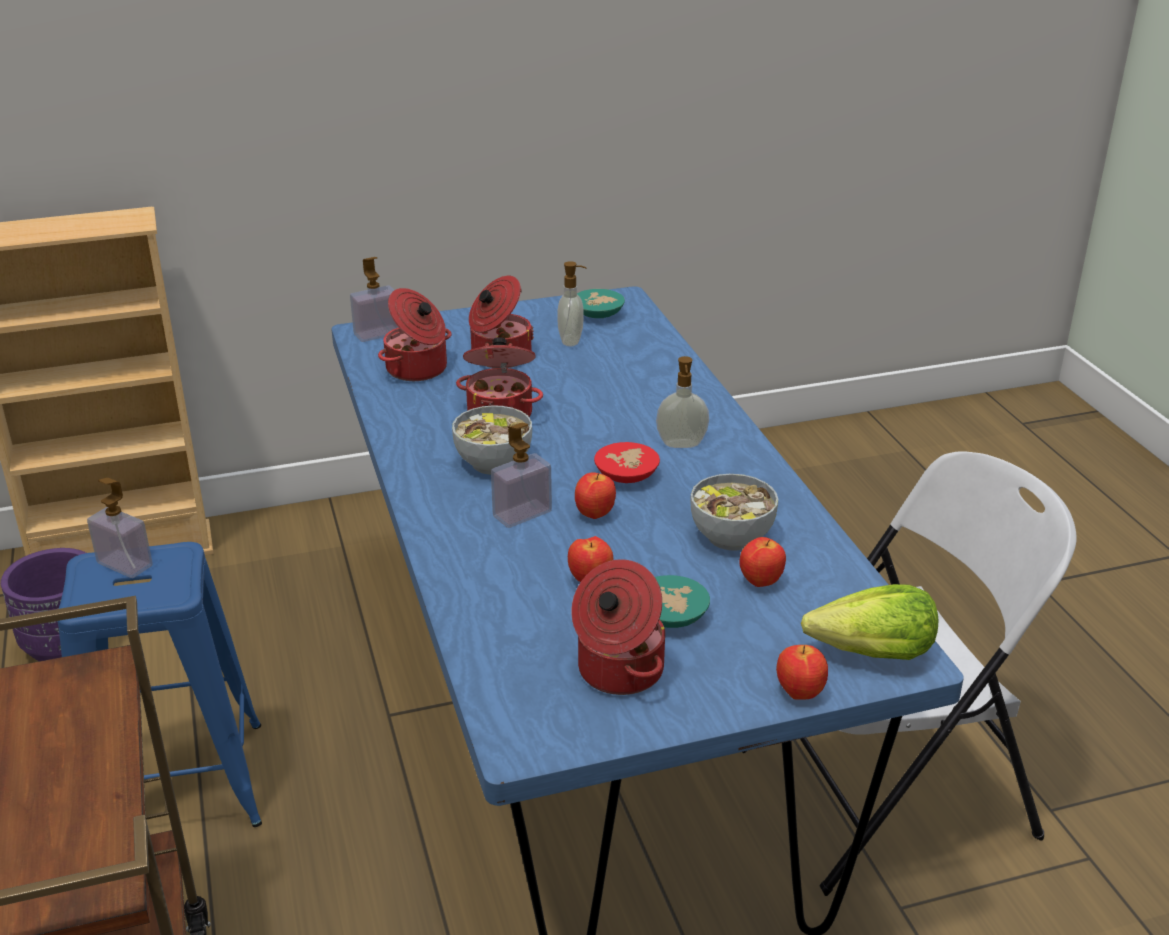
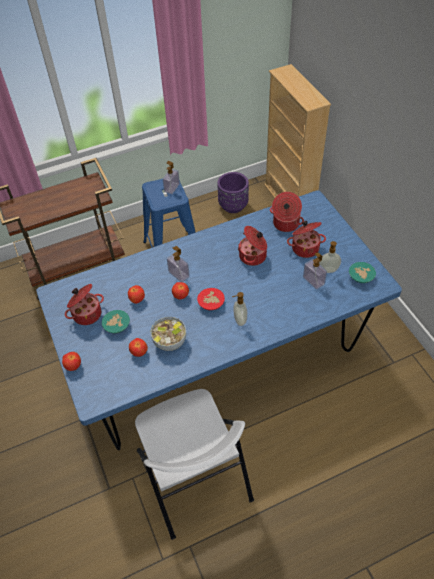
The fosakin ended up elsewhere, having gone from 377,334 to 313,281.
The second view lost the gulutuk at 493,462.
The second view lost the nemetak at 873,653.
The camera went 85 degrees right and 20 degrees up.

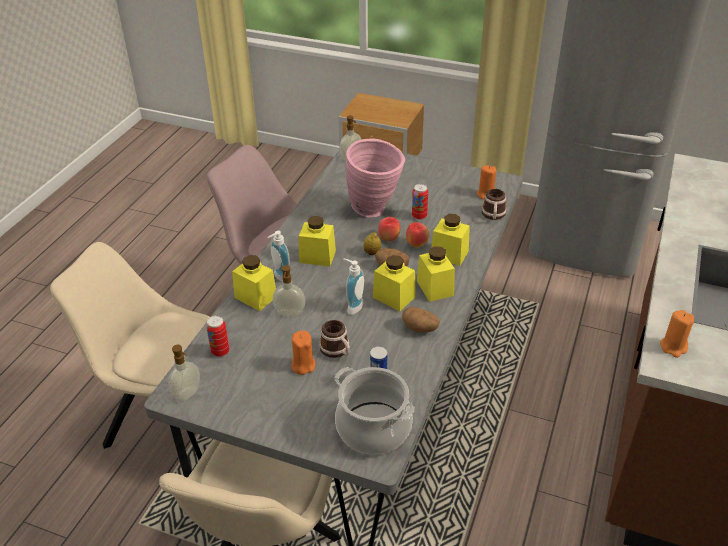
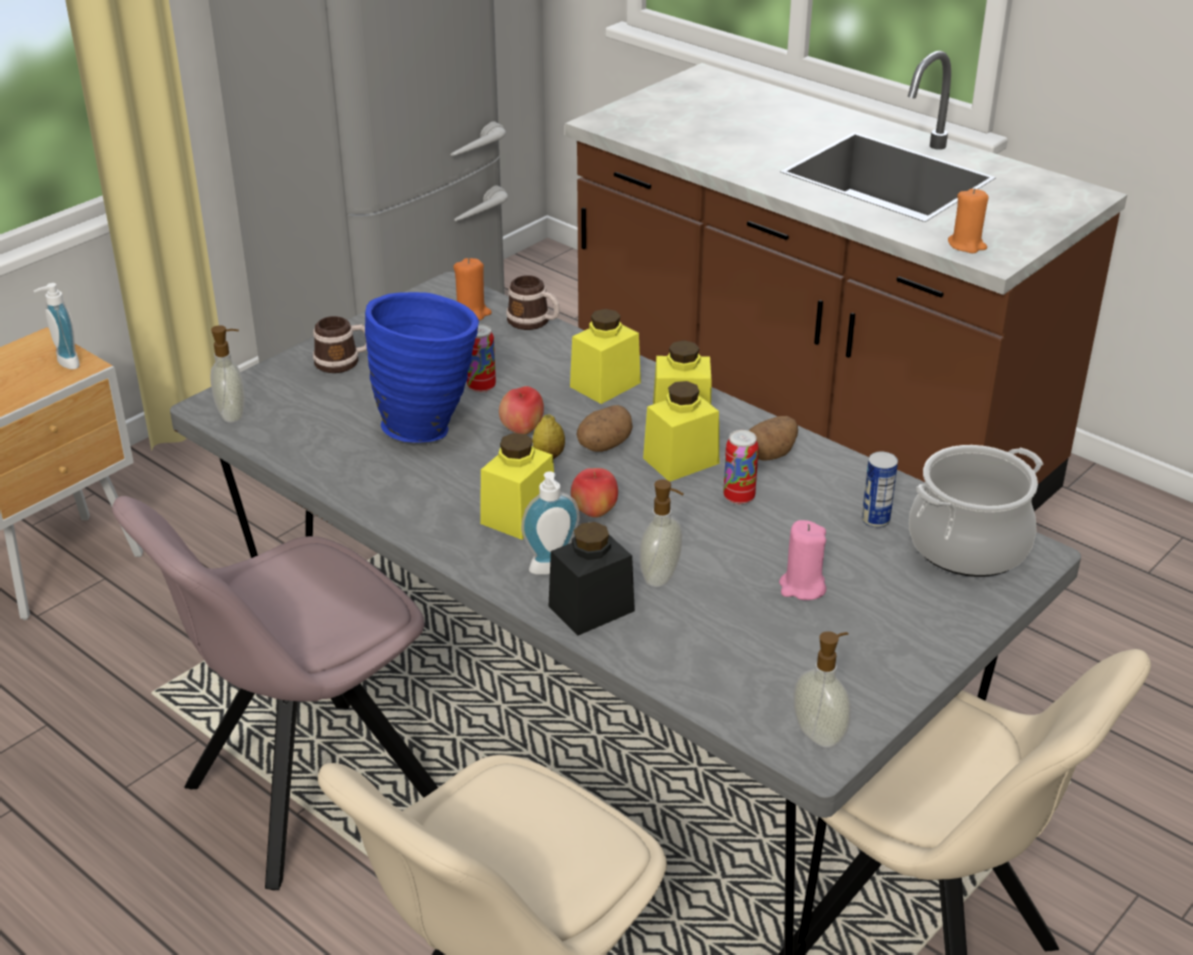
The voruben ended up elsewhere, having gone from 220,351 to 739,497.
What was the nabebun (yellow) at 255,297 turned into the nabebun (black) at 591,608.
What was the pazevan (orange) at 303,365 turned into the pazevan (pink) at 802,587.
The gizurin ended up elsewhere, having gone from 337,350 to 343,361.
The fosakin ended up elsewhere, having gone from 353,306 to 64,363.
What was the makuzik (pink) at 375,211 turned into the makuzik (blue) at 429,425.
The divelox ended up elsewhere, having gone from 416,245 to 594,512.
The camera went 70 degrees left and 5 degrees down.

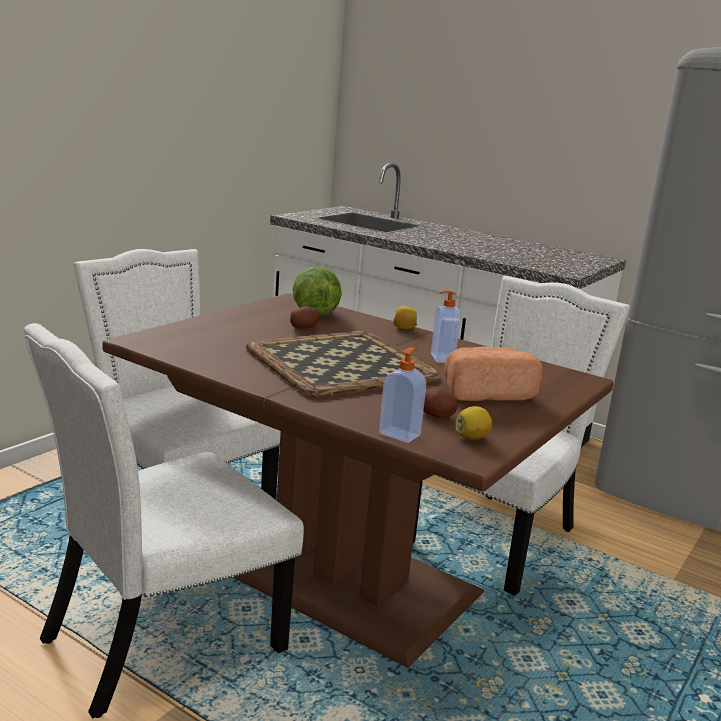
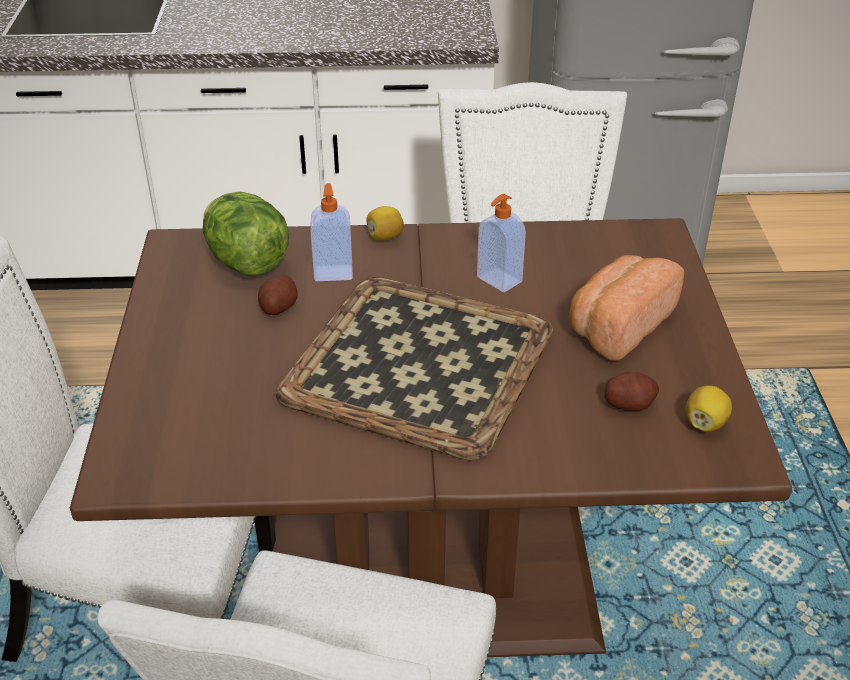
The fosakin ended up elsewhere, having gone from 400,434 to 333,272.
The camera went 35 degrees left and 20 degrees up.

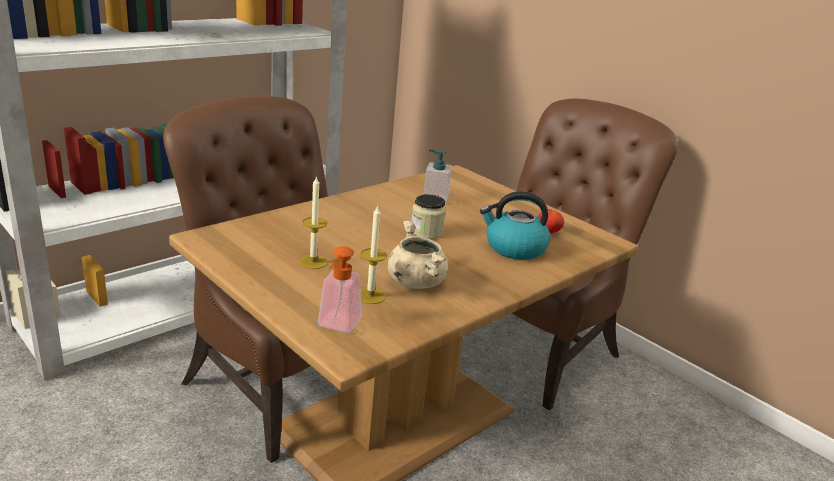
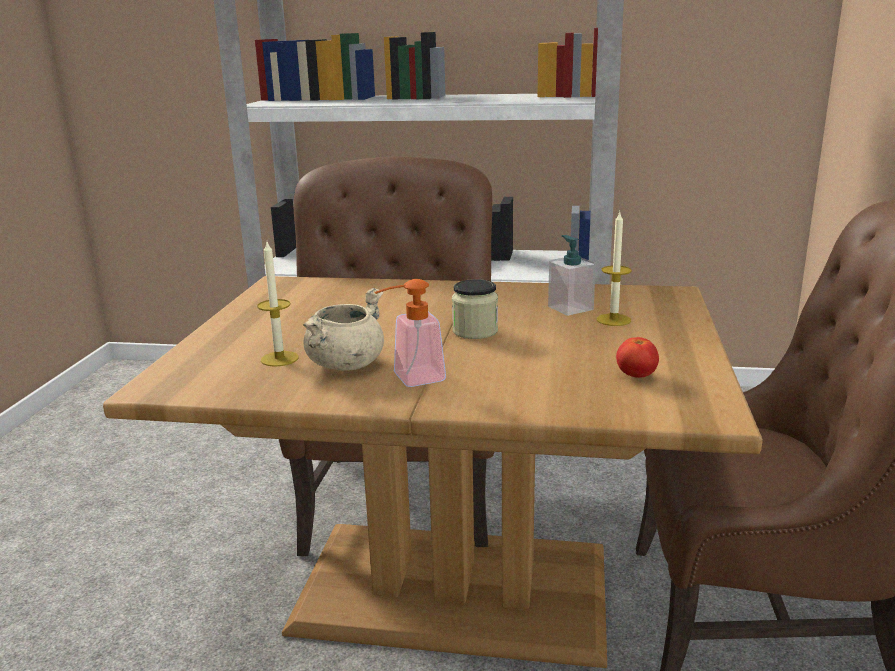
The pazevan ended up elsewhere, having gone from 313,262 to 613,320.
The fosakin ended up elsewhere, having gone from 336,326 to 410,379.
The second view lost the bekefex at 514,248.
The camera went 55 degrees right and 5 degrees down.

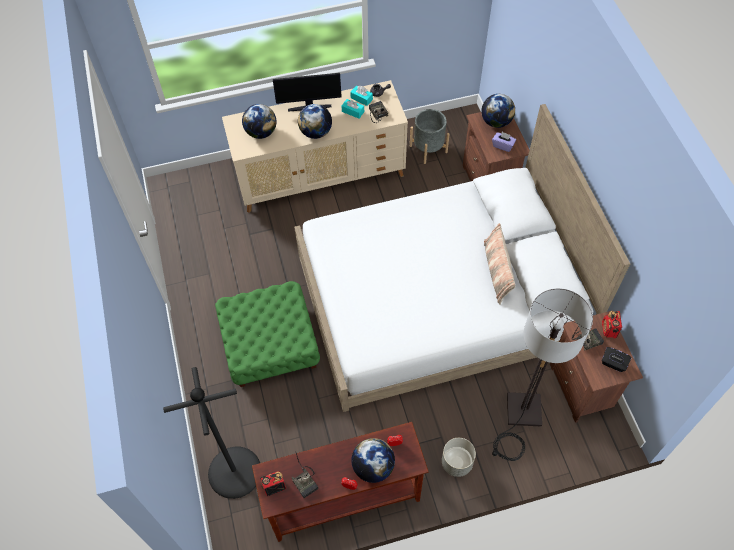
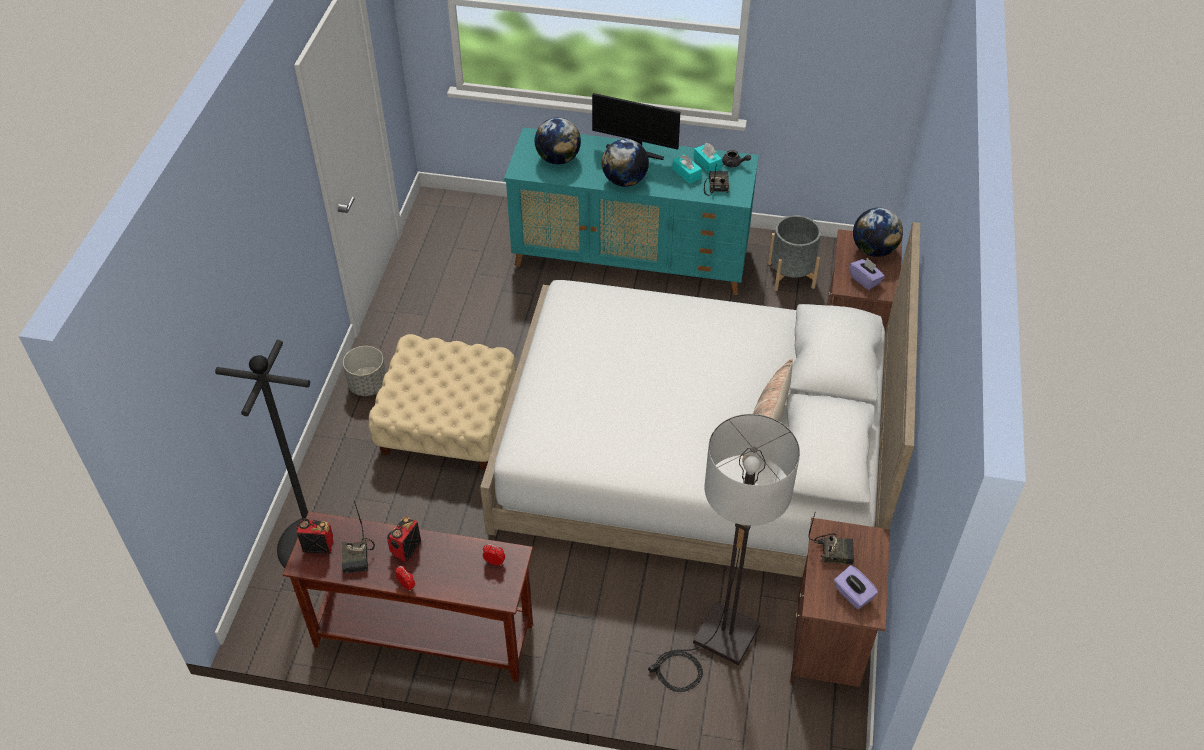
What was the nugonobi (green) at 270,344 turned into the nugonobi (beige) at 448,421.
What was the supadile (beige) at 320,175 turned into the supadile (turquoise) at 630,256.
The second view lost the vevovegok at 373,467.
The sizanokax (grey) ended up elsewhere, having gone from 457,463 to 368,385.
The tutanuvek ended up elsewhere, having gone from 609,330 to 405,548.
What was the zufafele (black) at 613,363 turned into the zufafele (purple) at 853,595.
The camera went 25 degrees right and 10 degrees down.

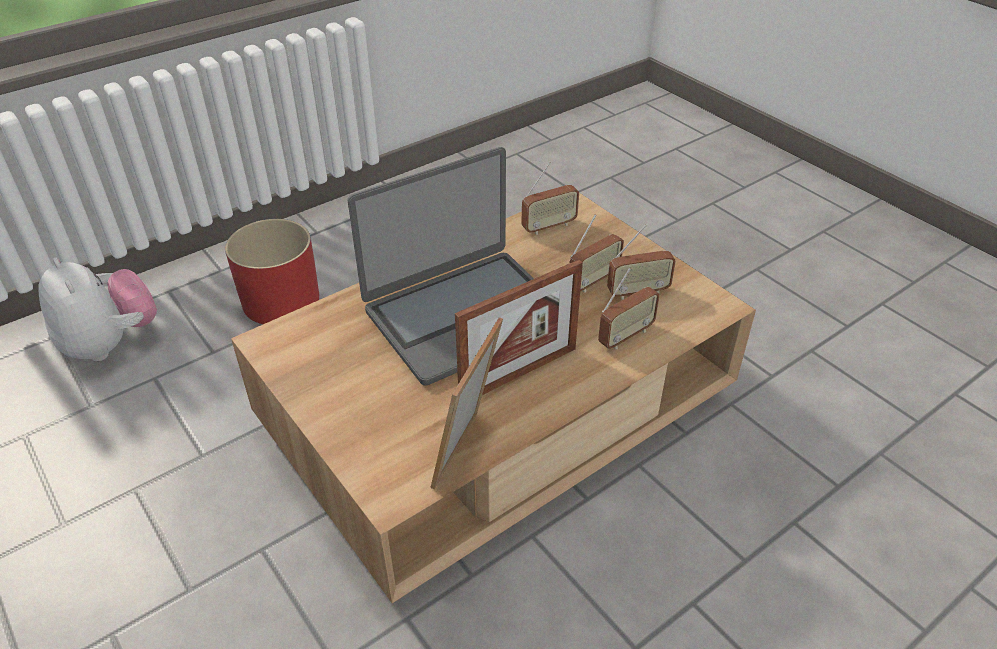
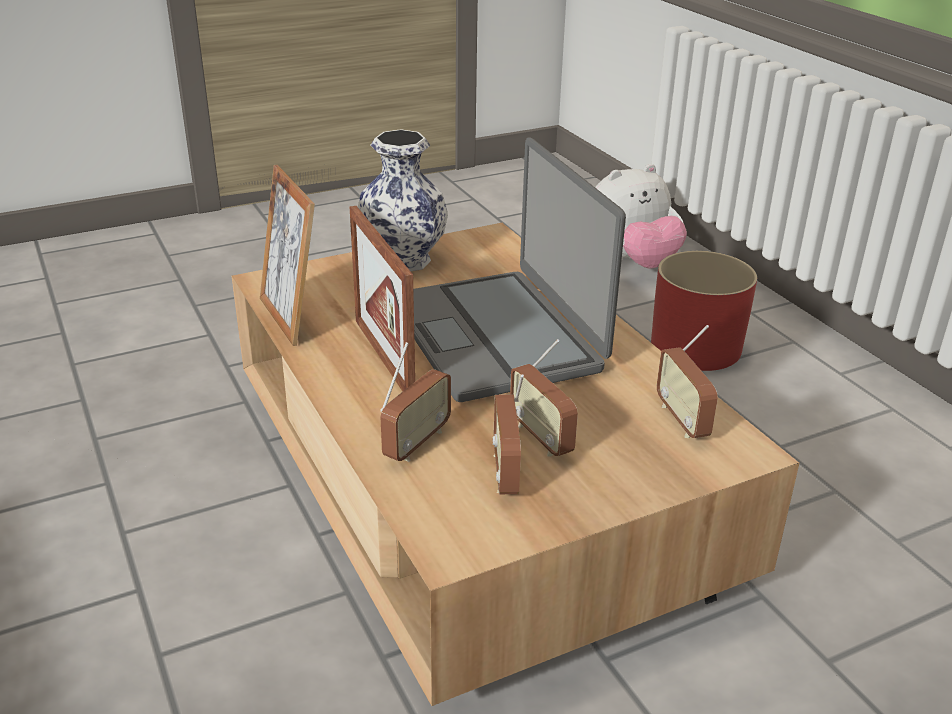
The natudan at 467,453 ended up facing another way, 150 degrees counterclockwise from before.
The tutanuvek at 625,336 ended up facing another way, 120 degrees counterclockwise from before.
The second view gained the makuzik at 402,261.
The camera went 100 degrees right and 10 degrees down.

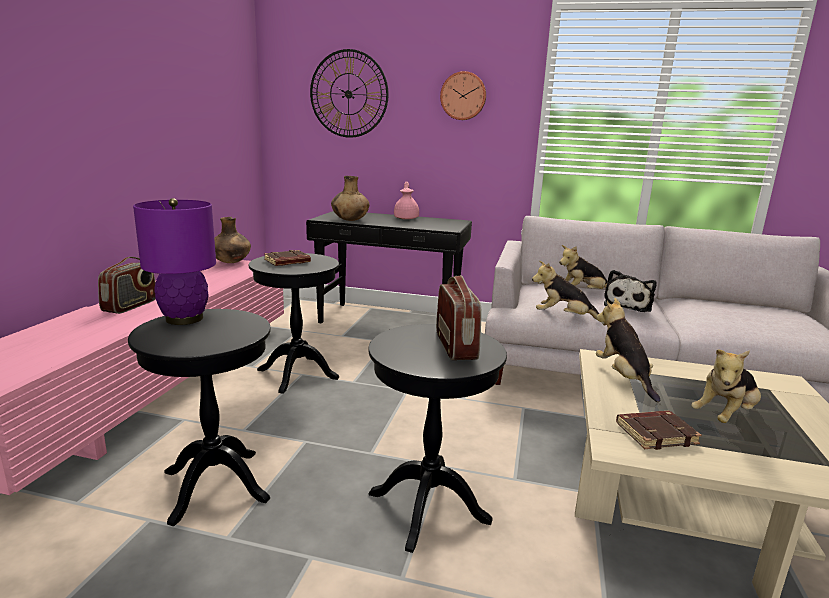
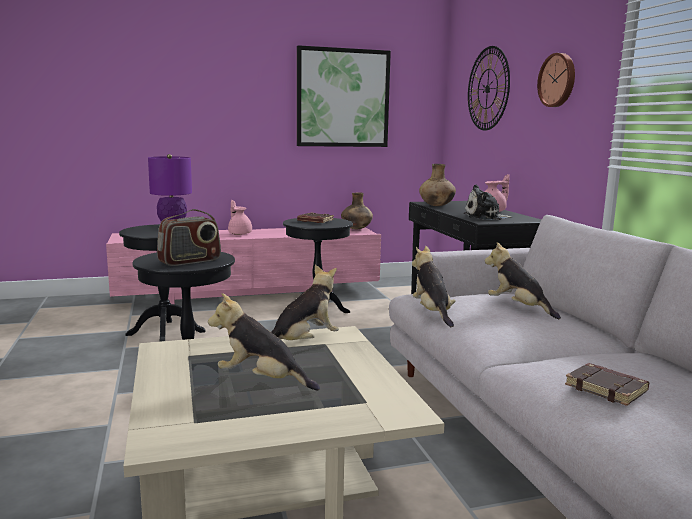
Where the tutanuvek stood at 131,306, the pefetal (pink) came to stand at 239,233.
The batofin ended up elsewhere, having gone from 628,305 to 485,217.
The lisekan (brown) ended up elsewhere, having gone from 656,433 to 607,389.
The second view gained the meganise at 343,98.
The camera went 60 degrees right and 5 degrees down.

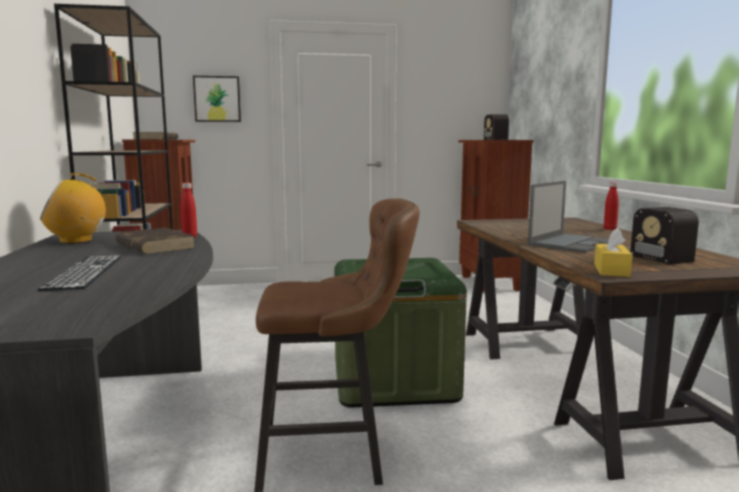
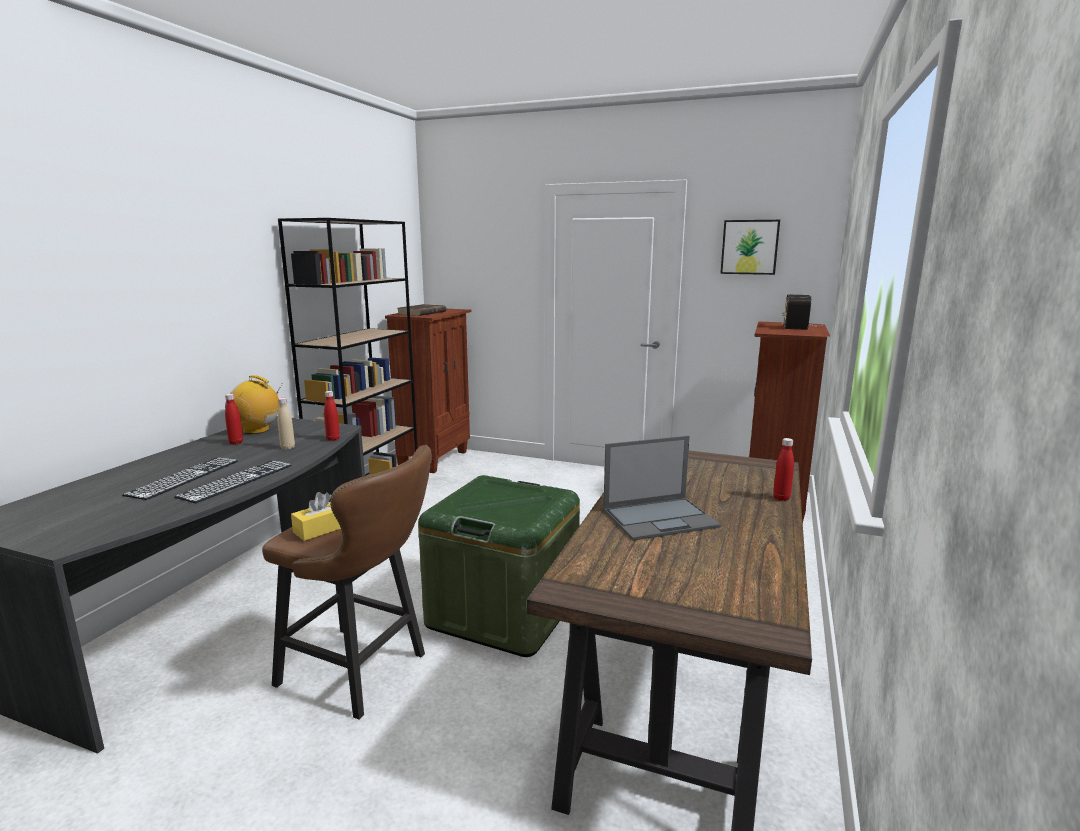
Where the lisekan (brown) stood at 154,245, the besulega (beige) came to stand at 287,448.
The meganise ended up elsewhere, having gone from 217,99 to 749,247.
The zufafele (yellow) ended up elsewhere, having gone from 611,270 to 321,529.
The second view lost the tutanuvek at 649,255.
The second view gained the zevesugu at 237,480.
The second view gained the besulega (red) at 236,443.
The camera went 30 degrees right and 5 degrees up.

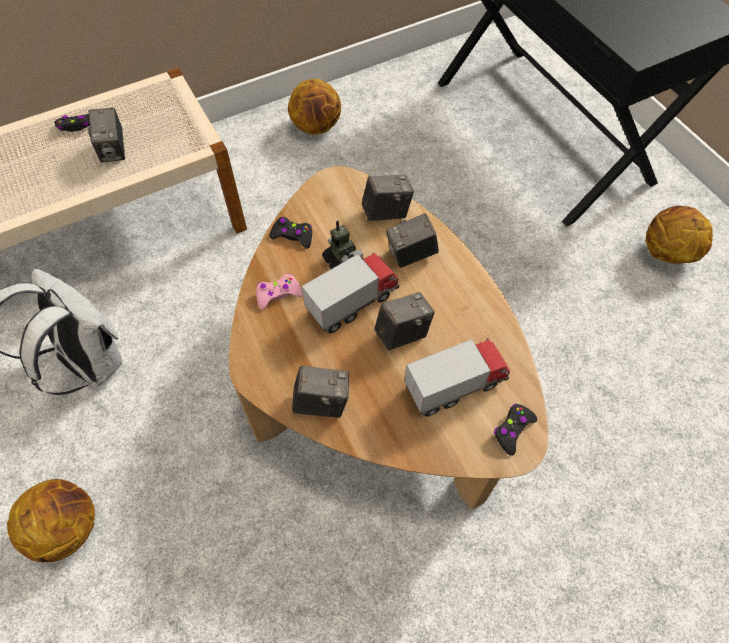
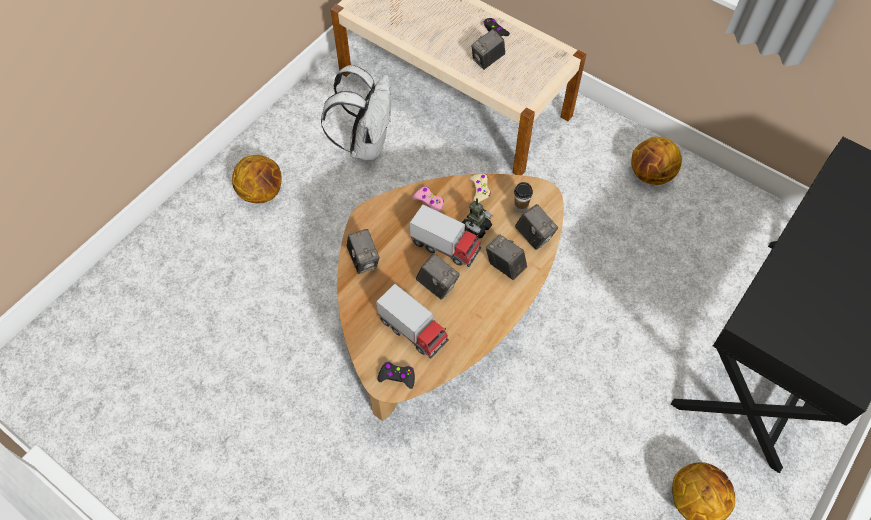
What was the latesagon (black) at 293,236 turned into the latesagon (beige) at 480,190.
The second view gained the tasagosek at 520,207.
The camera went 65 degrees right and 0 degrees up.

